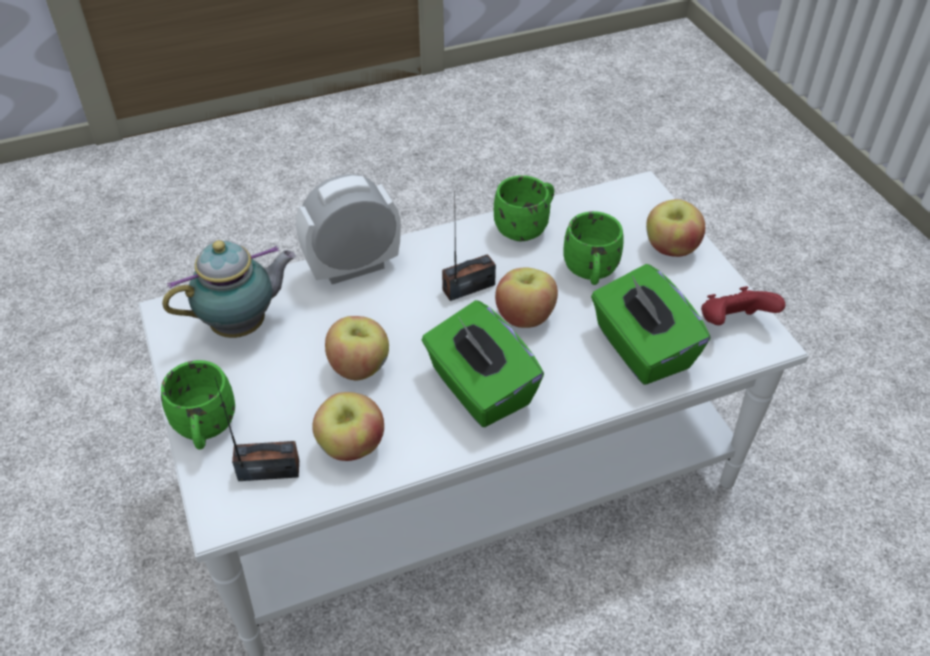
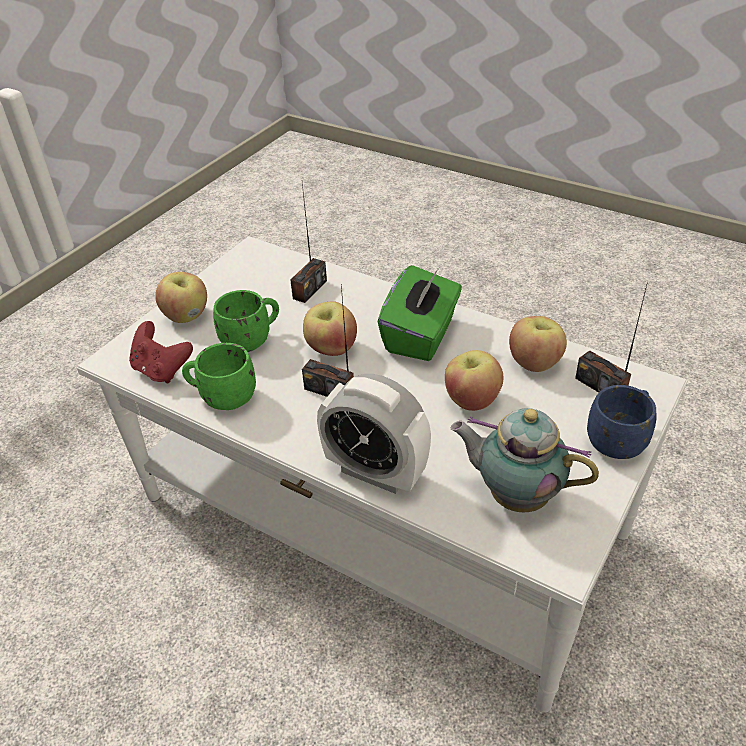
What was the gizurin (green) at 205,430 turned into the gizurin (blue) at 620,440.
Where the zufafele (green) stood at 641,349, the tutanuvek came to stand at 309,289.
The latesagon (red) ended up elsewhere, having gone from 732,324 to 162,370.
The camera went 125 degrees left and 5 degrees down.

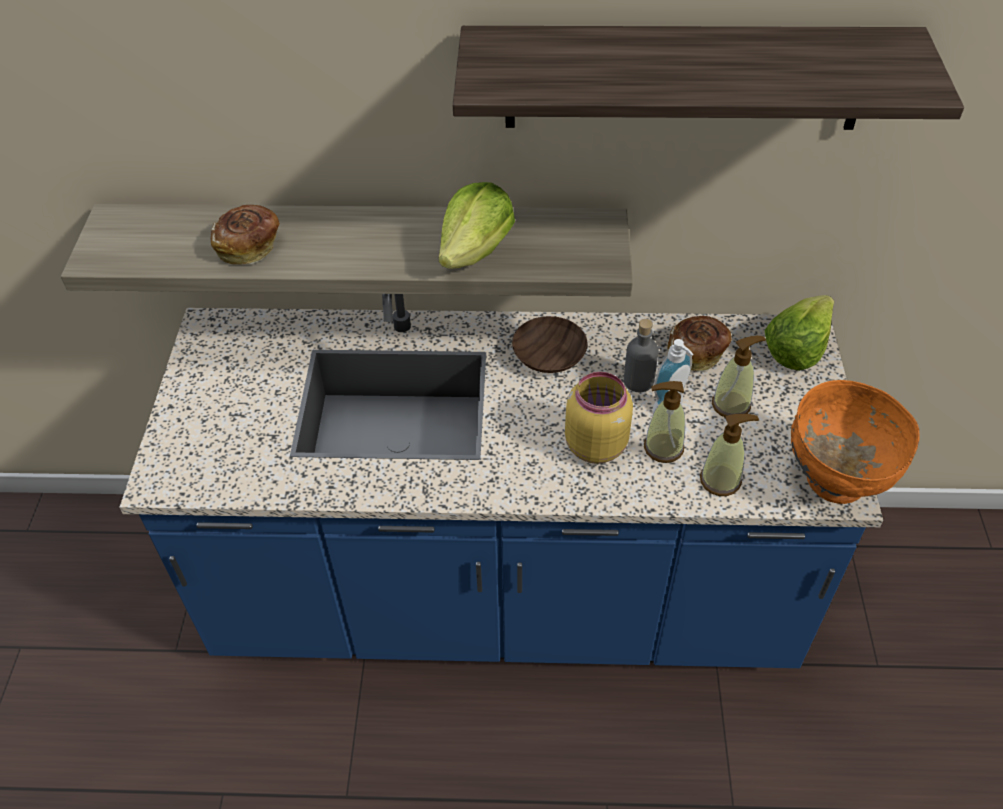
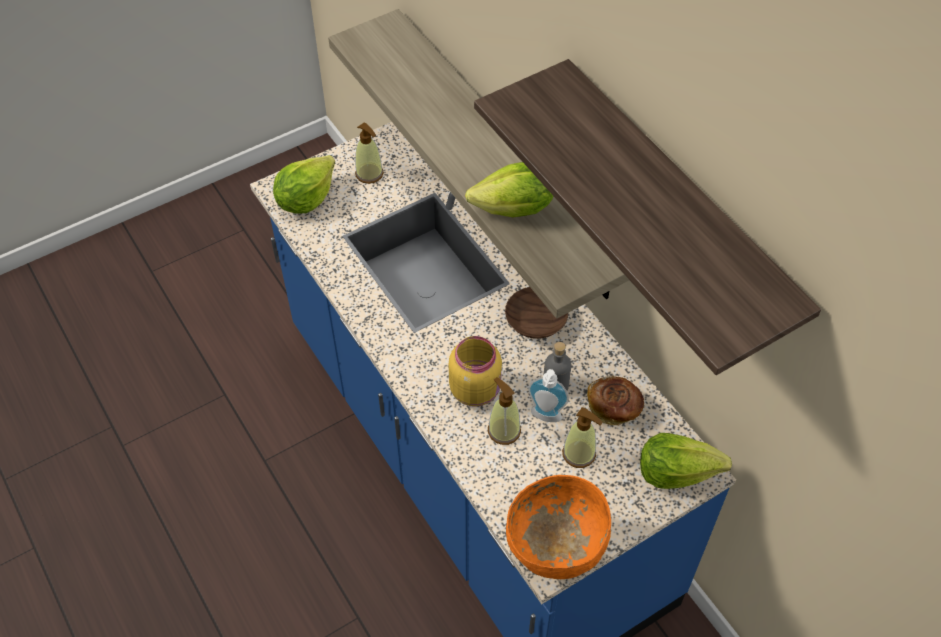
The second view lost the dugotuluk at 249,246.
The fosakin ended up elsewhere, having gone from 720,480 to 369,174.
The second view gained the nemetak at 305,199.
The camera went 55 degrees right and 5 degrees up.

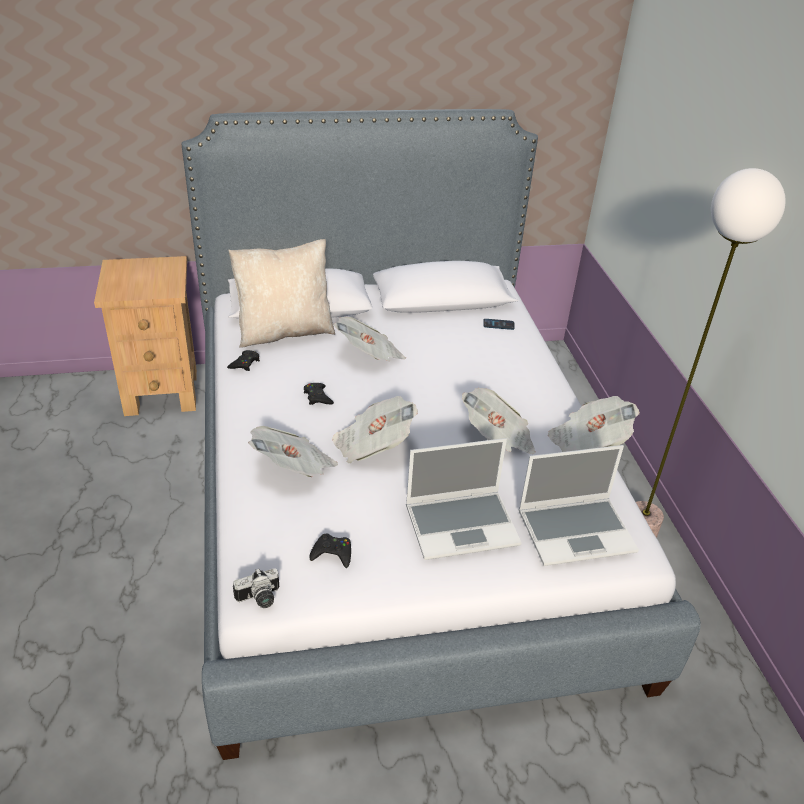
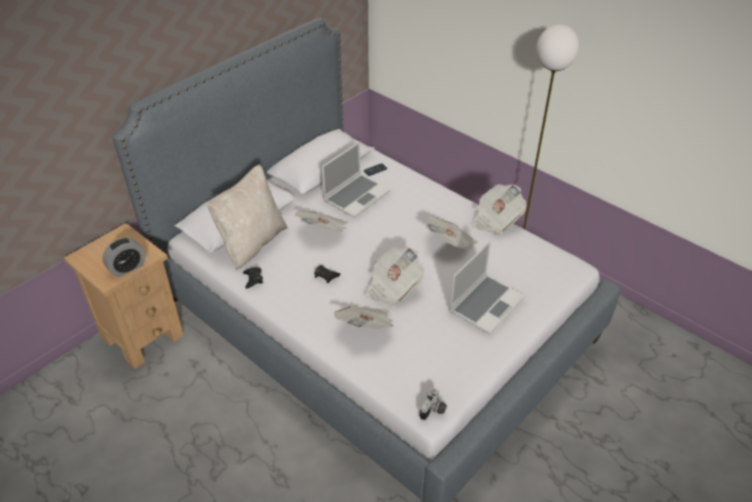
The second view lost the latesagon (black) at 332,553.
The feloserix ended up elsewhere, having gone from 576,531 to 356,196.
The second view gained the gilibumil at 127,268.
The camera went 35 degrees left and 5 degrees up.

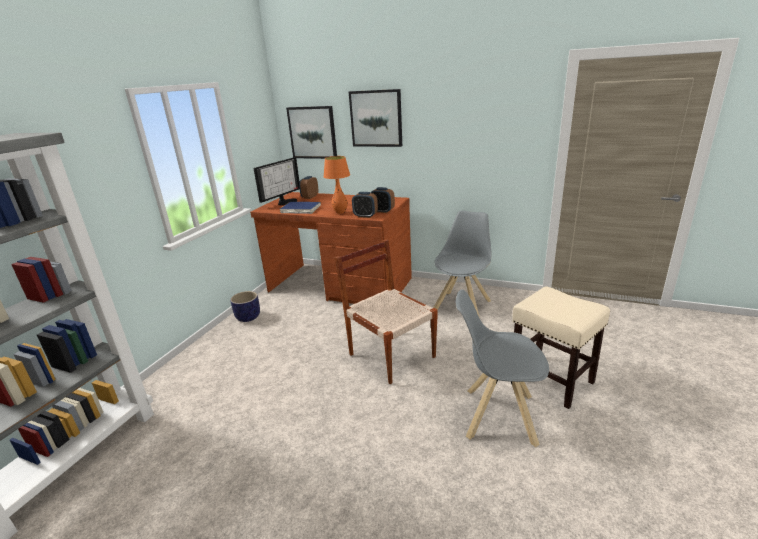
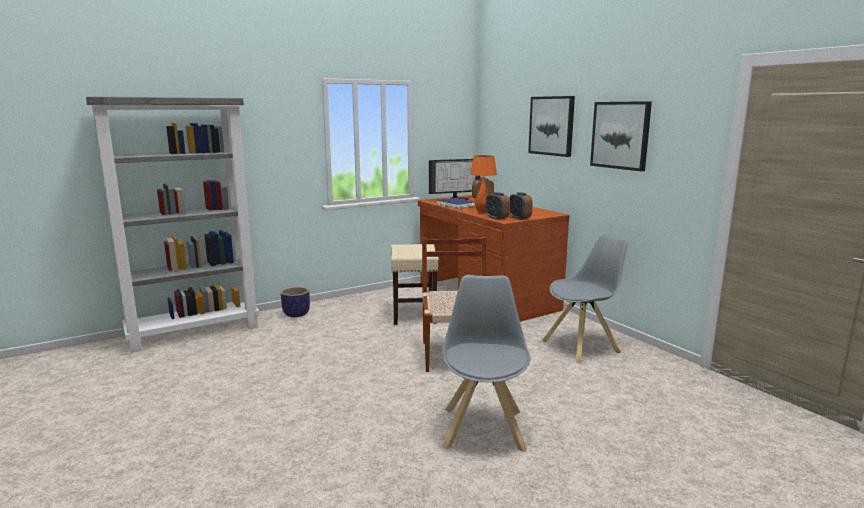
The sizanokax ended up elsewhere, having gone from 248,317 to 296,314.
The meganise ended up elsewhere, having gone from 312,132 to 620,135.
The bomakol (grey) at 497,415 ended up facing another way, 45 degrees clockwise from before.
The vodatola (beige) ended up elsewhere, having gone from 550,379 to 413,314.
The camera went 35 degrees right and 10 degrees down.

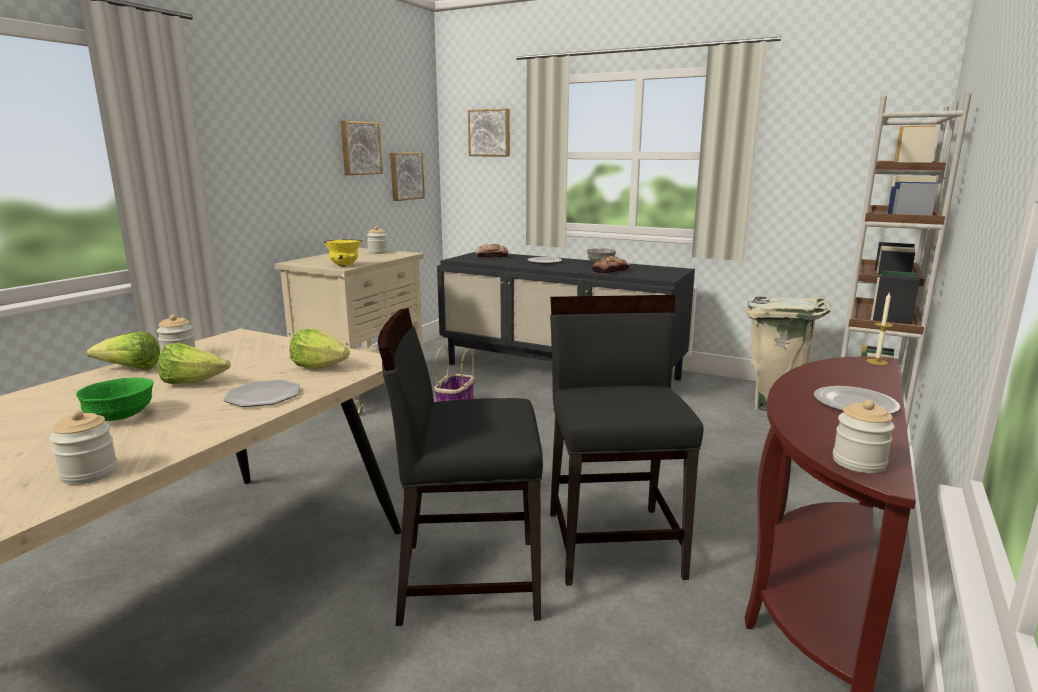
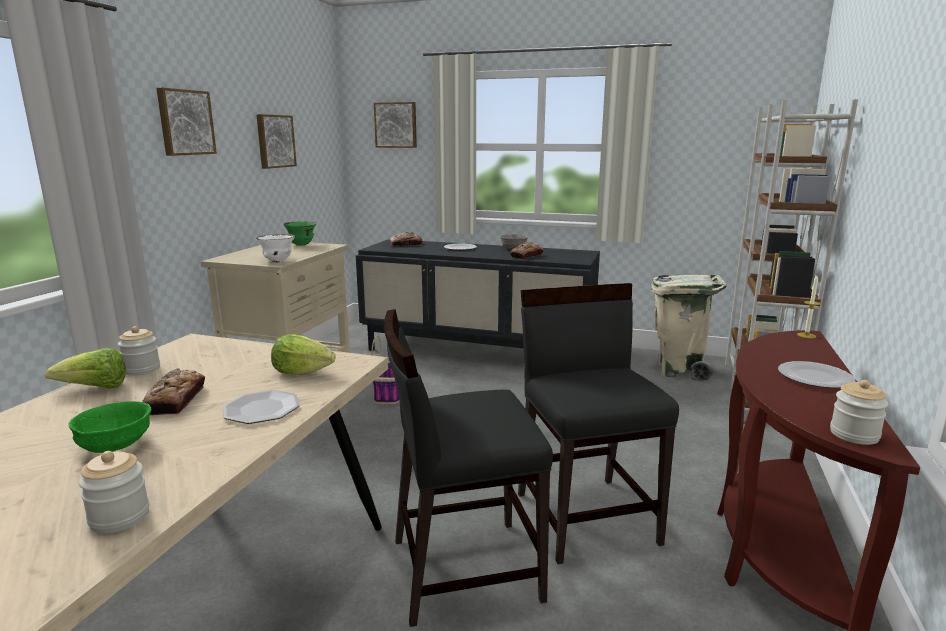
Where the nemetak stood at 193,383, the dugotuluk came to stand at 176,399.
What was the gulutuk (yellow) at 345,266 turned into the gulutuk (white) at 278,261.
Where the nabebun stood at 378,252, the gulutuk (green) came to stand at 301,245.
The meganise ended up elsewhere, having gone from 405,176 to 185,122.
The camera went 10 degrees left and 0 degrees up.

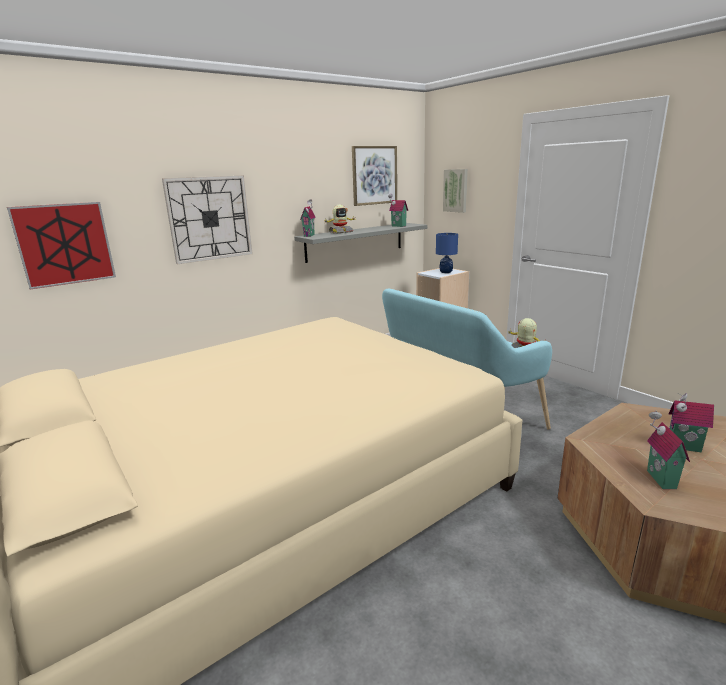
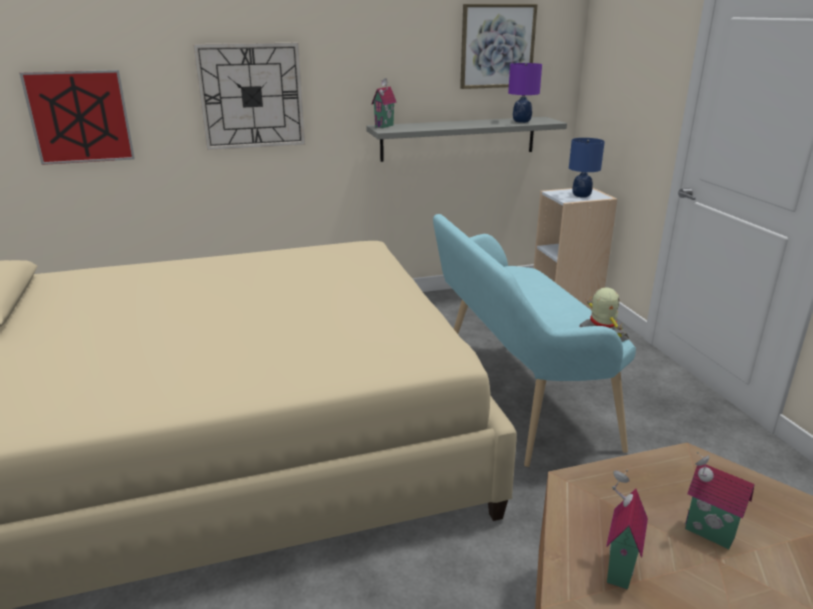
The second view lost the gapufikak at 340,232.
Where the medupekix stood at 398,226, the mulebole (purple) came to stand at 521,122.
The second view lost the meganise at 456,190.
The camera went 20 degrees right and 5 degrees up.

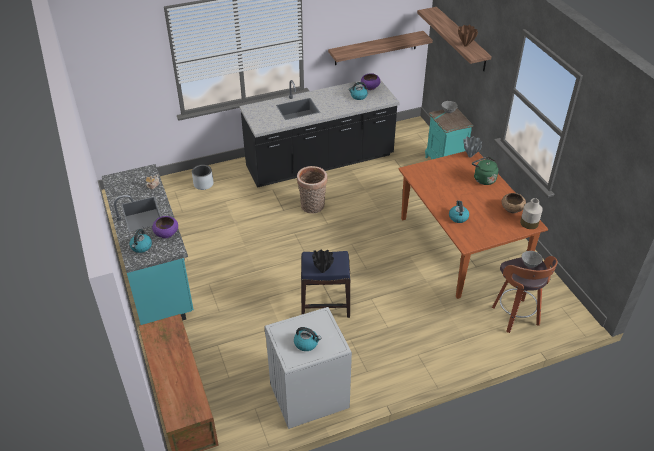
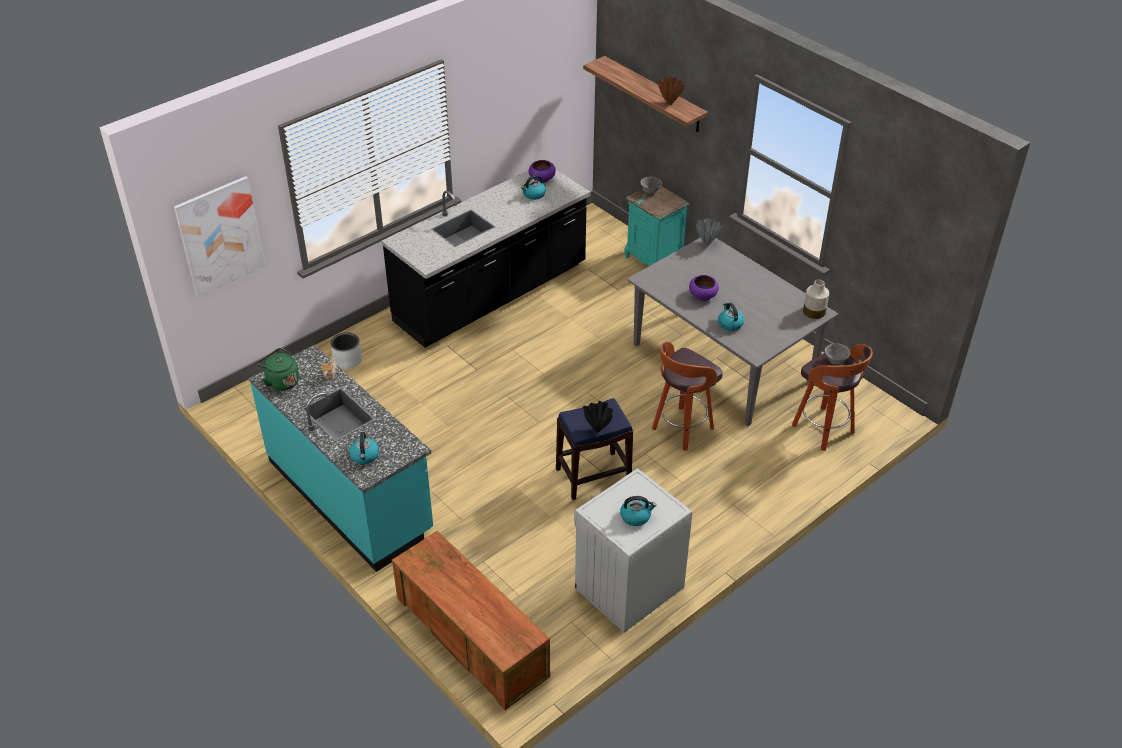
The gulutuk (purple) ended up elsewhere, having gone from 167,233 to 703,295.
The second view lost the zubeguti at 312,207.
The second view lost the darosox at 376,48.
What was the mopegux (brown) at 460,246 turned into the mopegux (grey) at 722,362.
The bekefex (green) ended up elsewhere, having gone from 483,179 to 281,381.
The second view lost the gulutuk (brown) at 512,209.
The second view gained the meganise at 220,236.
The second view gained the vodatola at 681,430.
The camera went 20 degrees left and 0 degrees up.

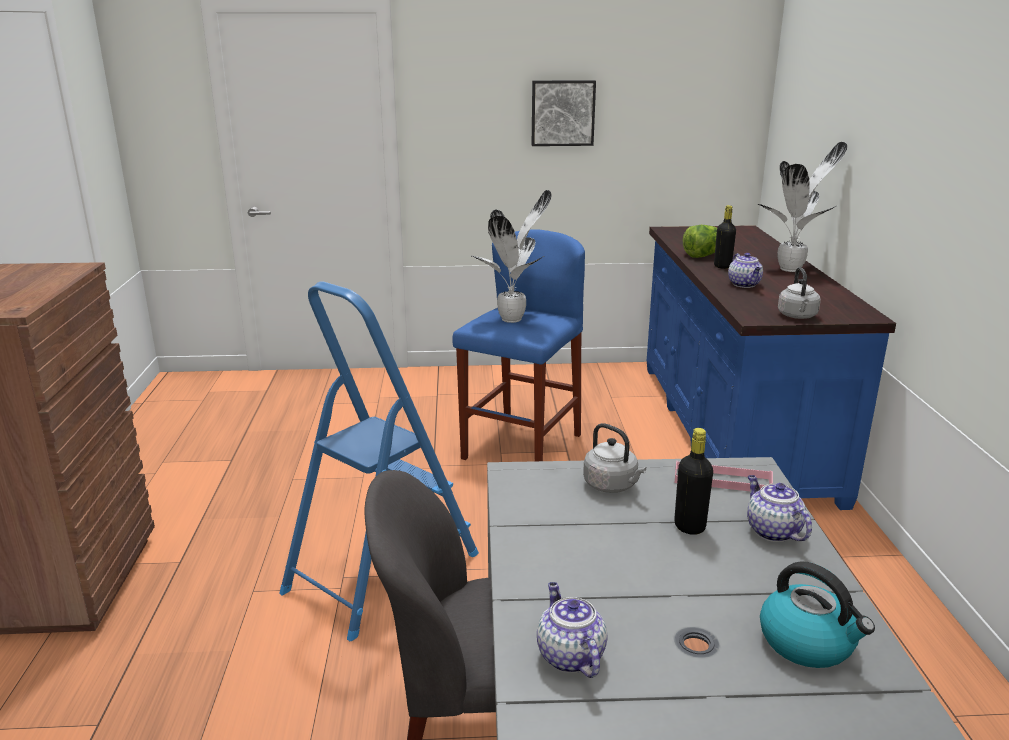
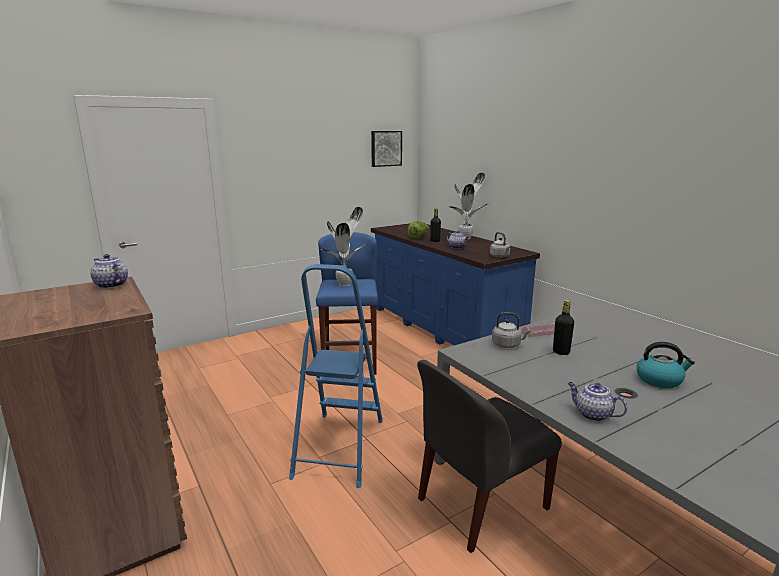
The meganise ended up elsewhere, having gone from 562,113 to 385,148.
The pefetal ended up elsewhere, having gone from 772,531 to 110,285.
The camera went 30 degrees left and 5 degrees down.

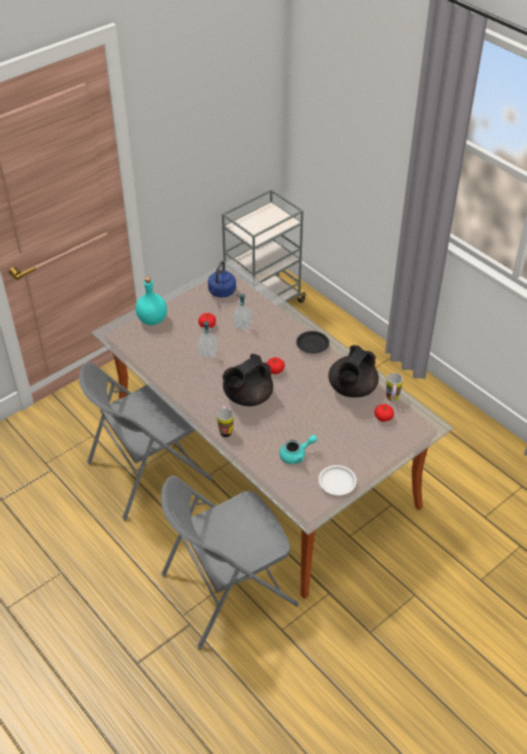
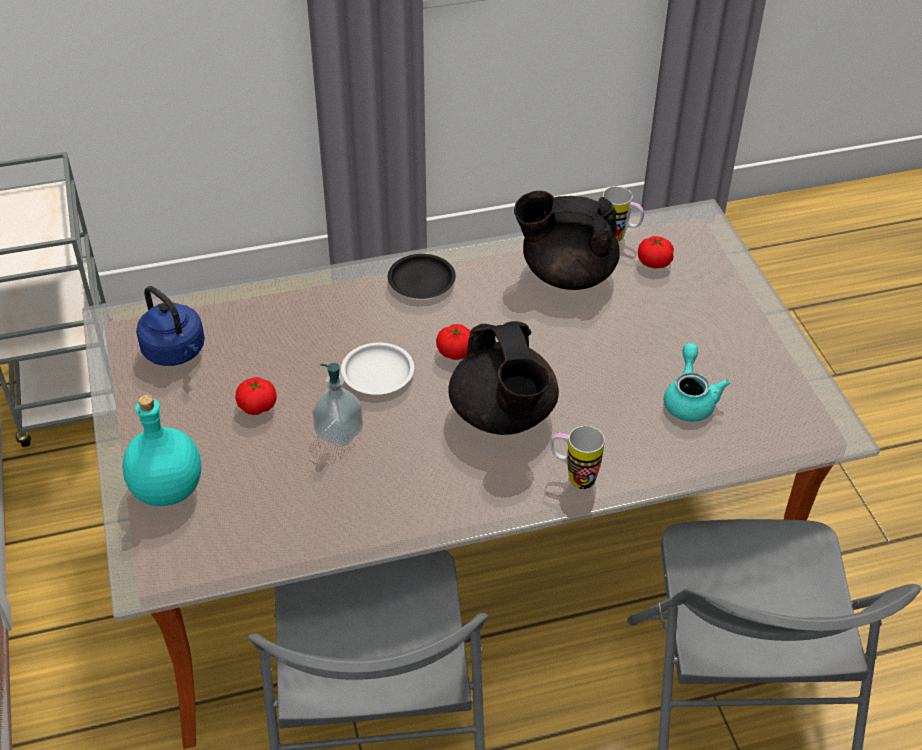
The second view lost the fosakin at 242,325.
The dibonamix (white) ended up elsewhere, having gone from 337,482 to 377,373.
The pefetal (black) at 352,389 ended up facing another way, 135 degrees clockwise from before.
The camera went 65 degrees left and 0 degrees up.

